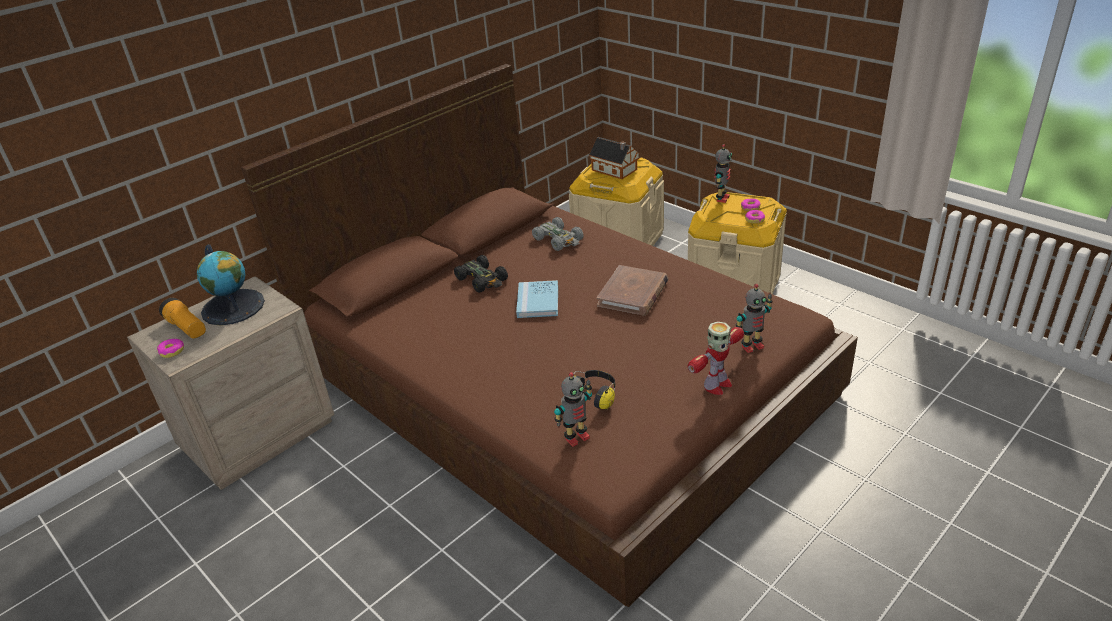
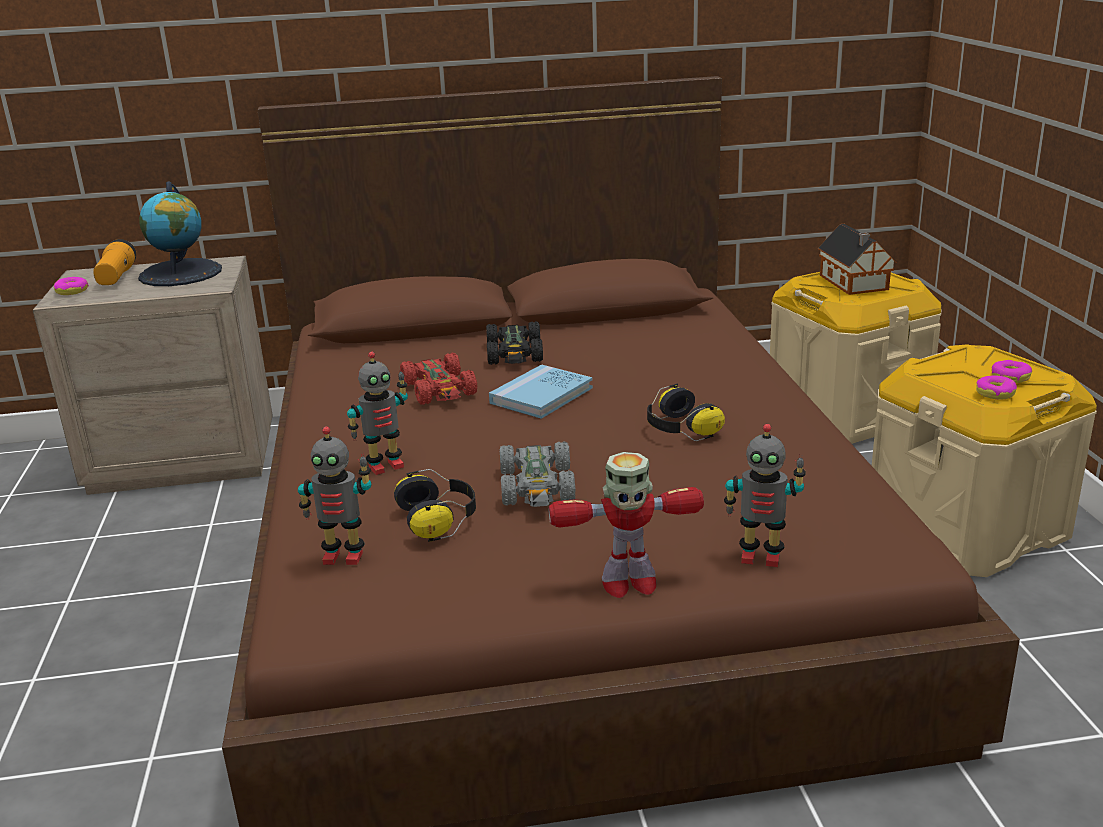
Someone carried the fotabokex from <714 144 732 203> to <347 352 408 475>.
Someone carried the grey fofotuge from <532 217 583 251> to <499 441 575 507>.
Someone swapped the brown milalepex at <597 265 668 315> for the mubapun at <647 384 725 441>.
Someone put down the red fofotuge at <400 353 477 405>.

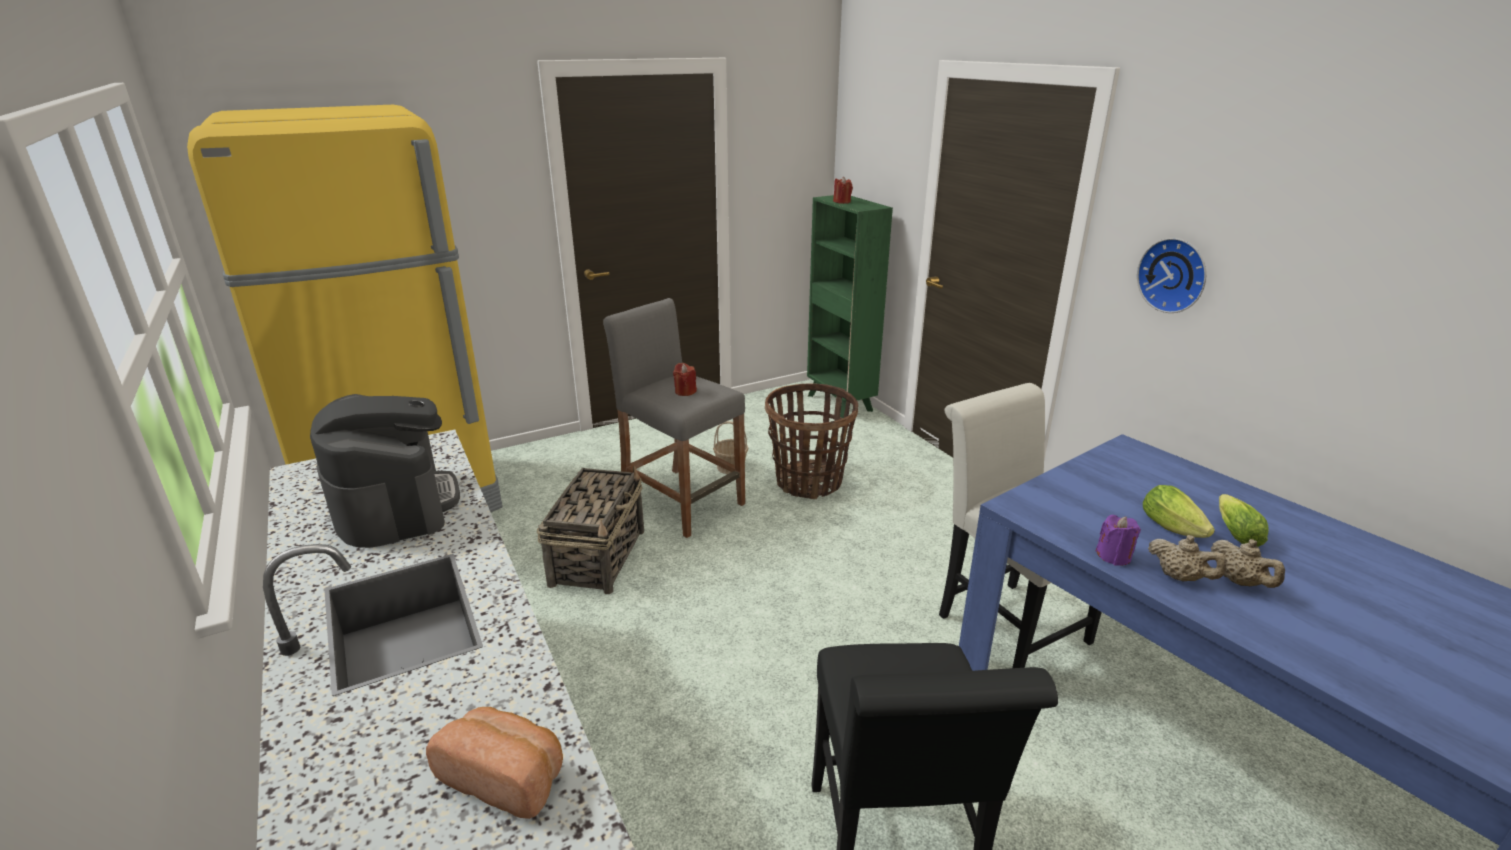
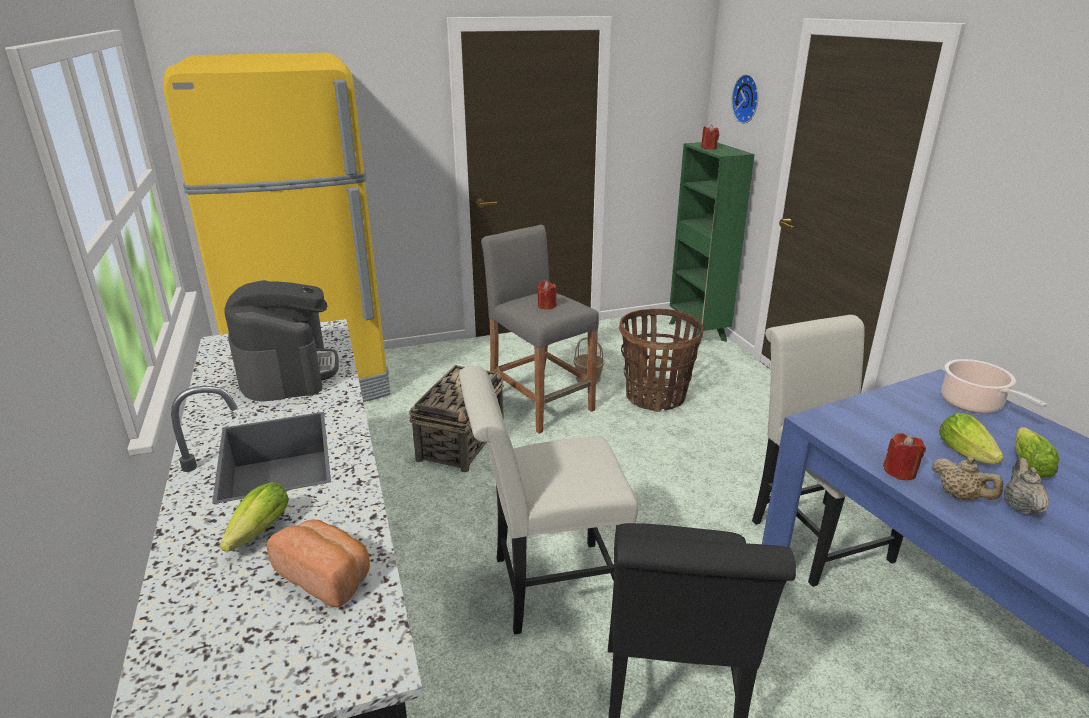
Someone carried the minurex from <1137 238 1207 313> to <731 74 759 124>.
Someone repainted the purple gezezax at <1096 515 1141 566>, which became the red gezezax at <883 433 926 480>.
Someone rotated the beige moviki at <1211 539 1285 588> by 150 degrees counterclockwise.
Someone put down the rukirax at <941 359 1048 413>.
Someone put down the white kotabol at <459 366 638 635>.
Someone put down the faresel at <220 482 289 552>.

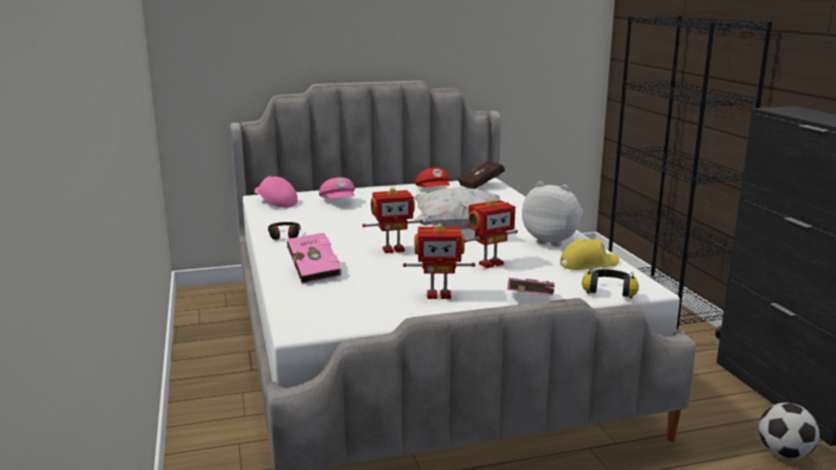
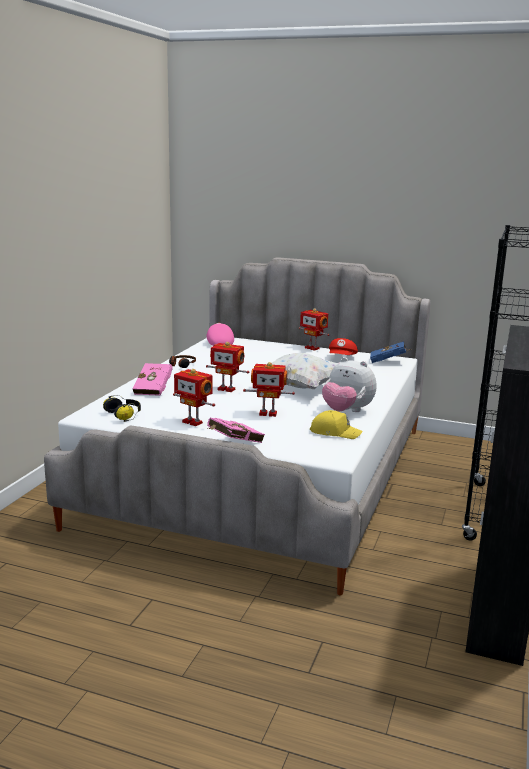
Someone repainted the red milalepex at <458 161 505 189>, which became the blue milalepex at <370 341 411 363>.
Someone took away the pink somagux at <319 177 355 198>.
Someone rotated the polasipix at <522 181 583 247> by 150 degrees clockwise.
Someone carried the mubapun from <582 268 639 299> to <103 395 141 422>.
Someone took away the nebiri at <759 403 820 459>.
Someone put down the fotabokex at <299 308 330 351>.

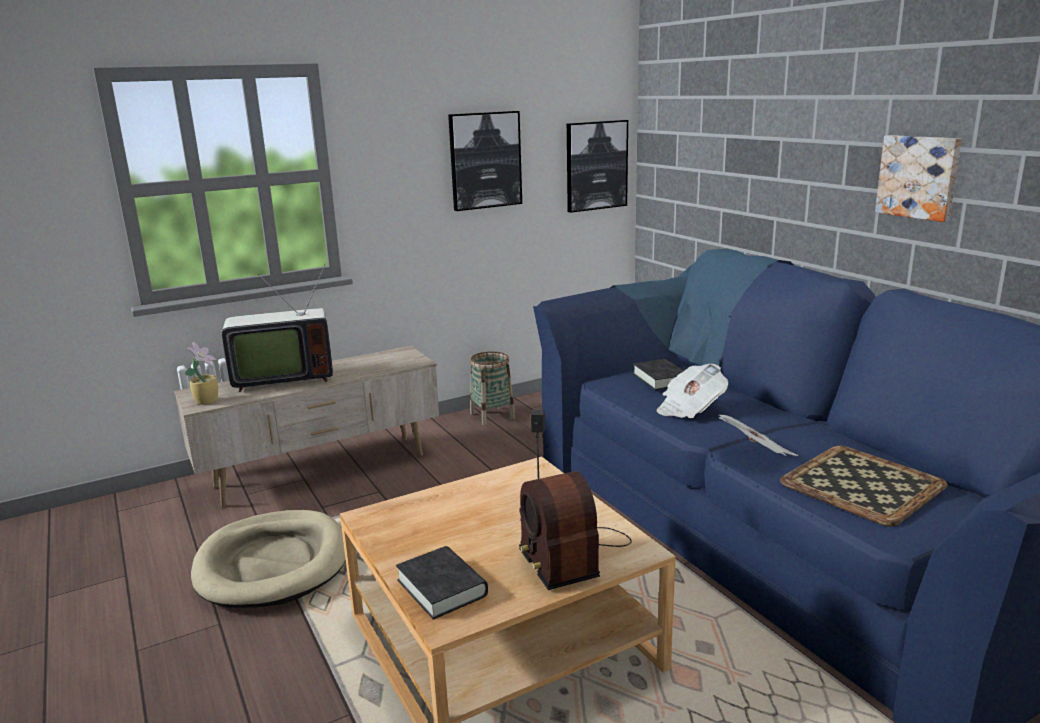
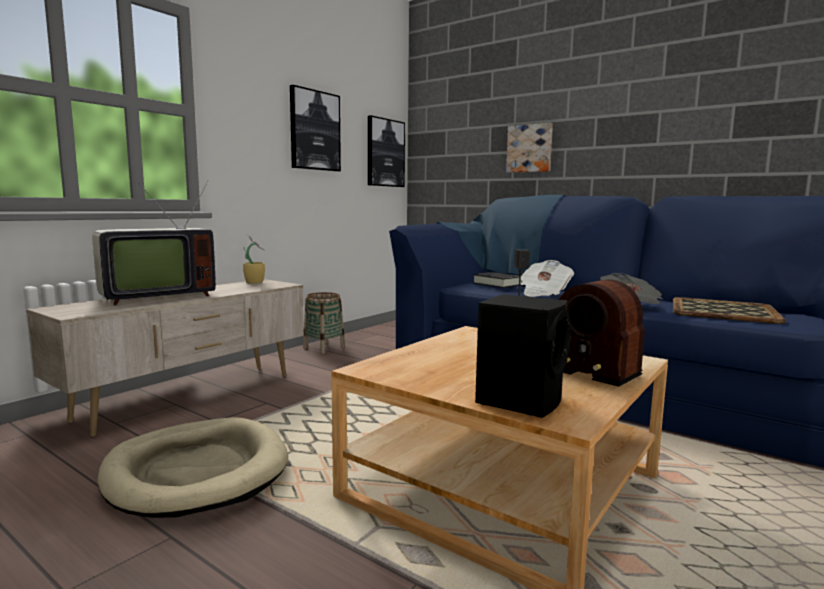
Someone carried the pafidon from <875 135 962 222> to <506 123 553 173>.
Someone carried the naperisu from <184 342 218 405> to <243 234 265 284>.
Someone swapped the black milalepex at <396 546 488 620> for the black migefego at <475 294 571 418>.

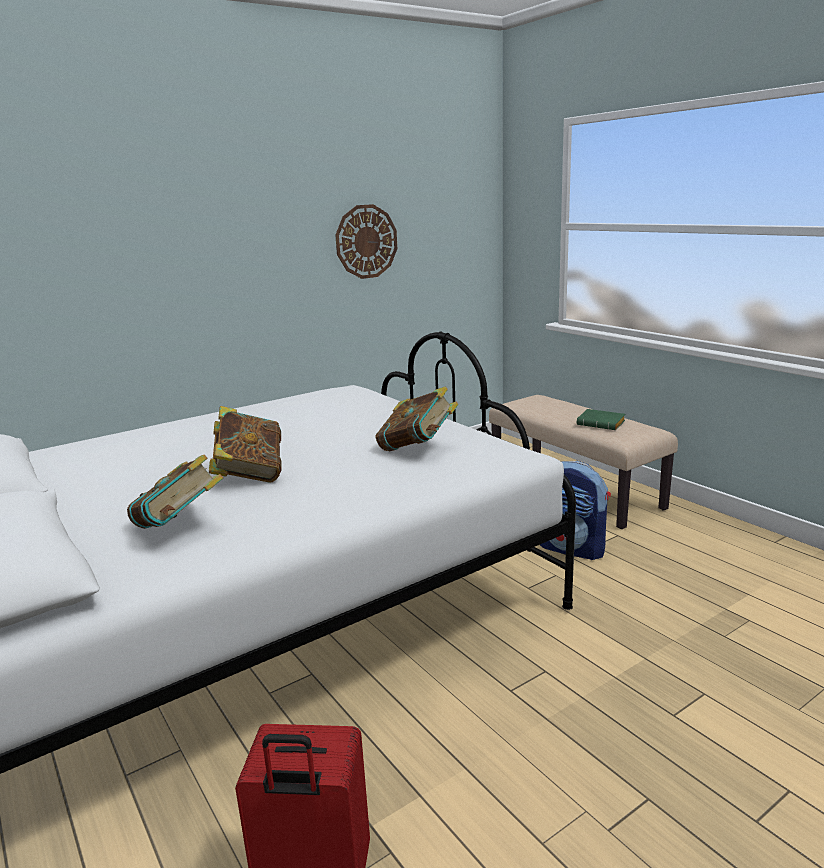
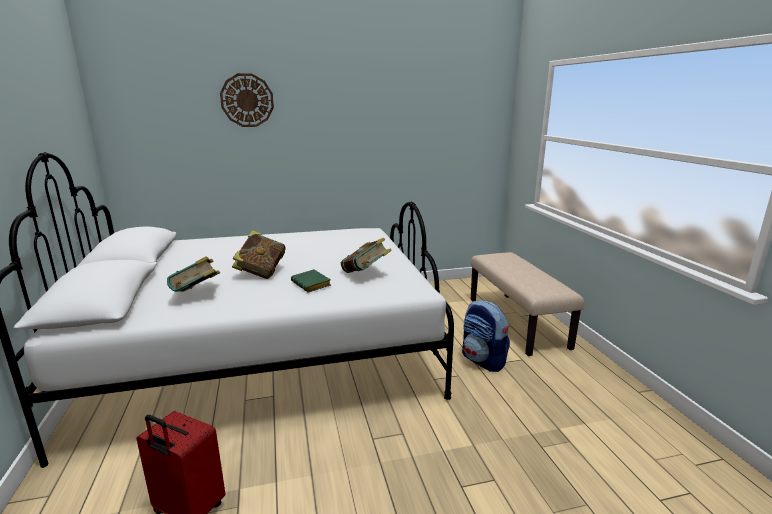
Someone carried the minurex from <335 204 397 279> to <220 73 274 127>.
Someone carried the green milalepex from <577 409 625 430> to <291 269 331 293>.

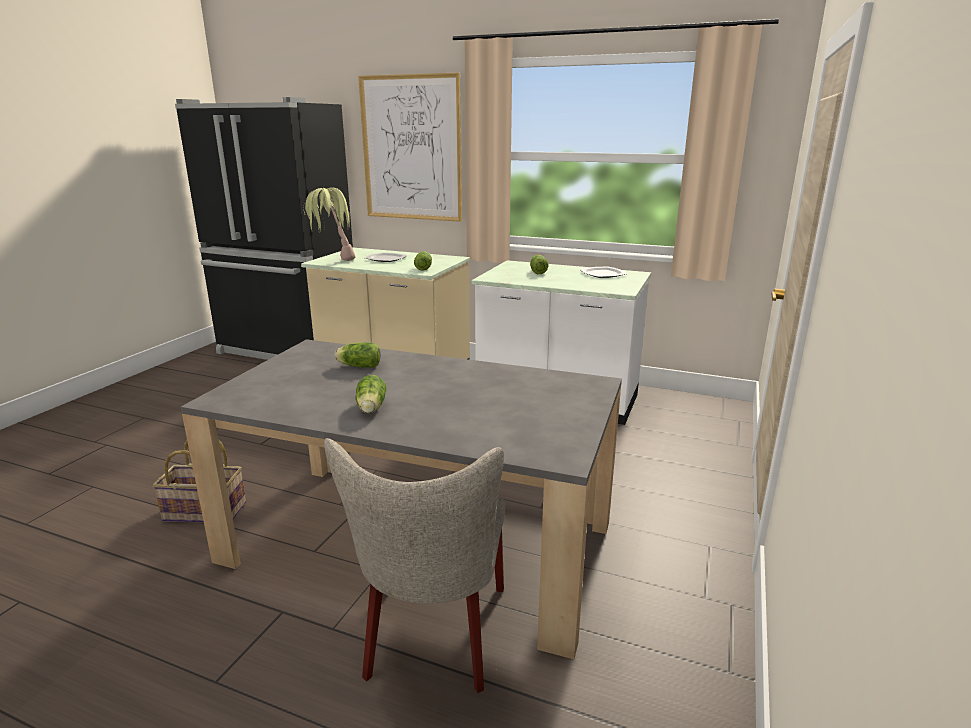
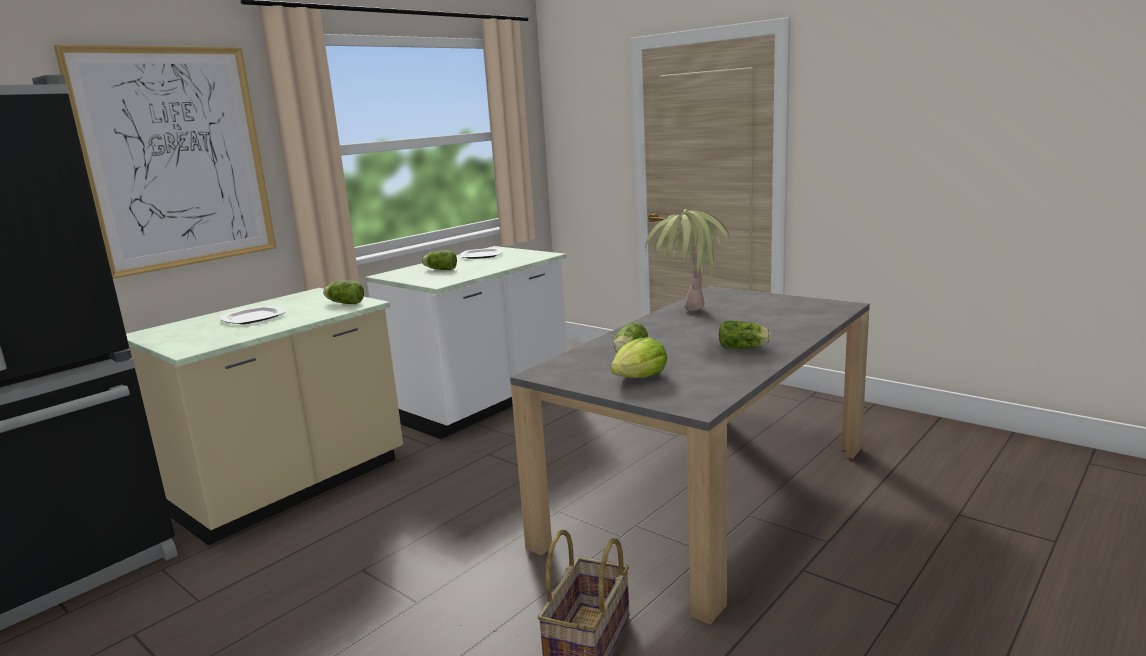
Someone carried the naperisu from <304 187 355 261> to <645 209 730 311>.
Someone took away the beige kotabol at <324 438 505 693>.
Someone put down the faresel at <611 337 667 378>.

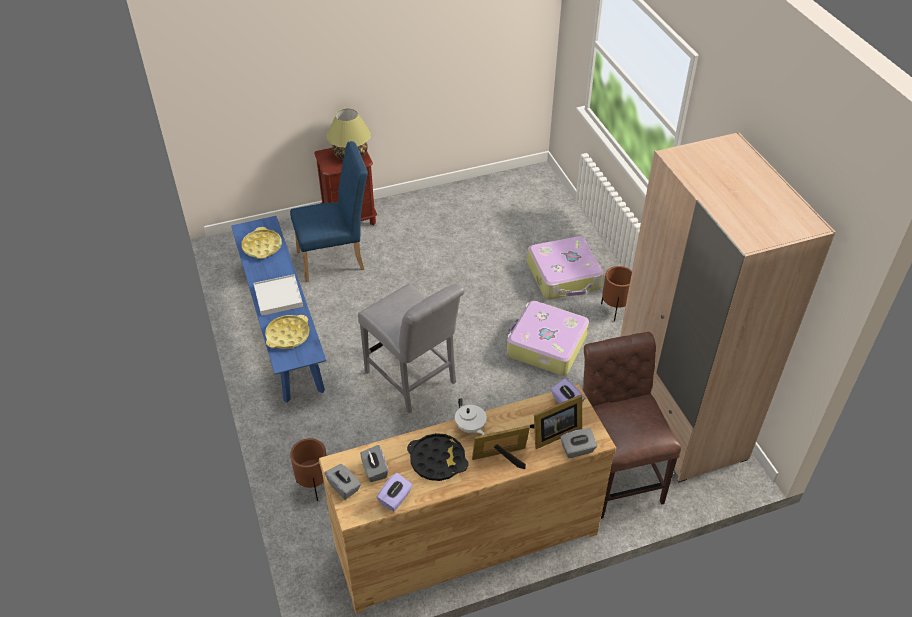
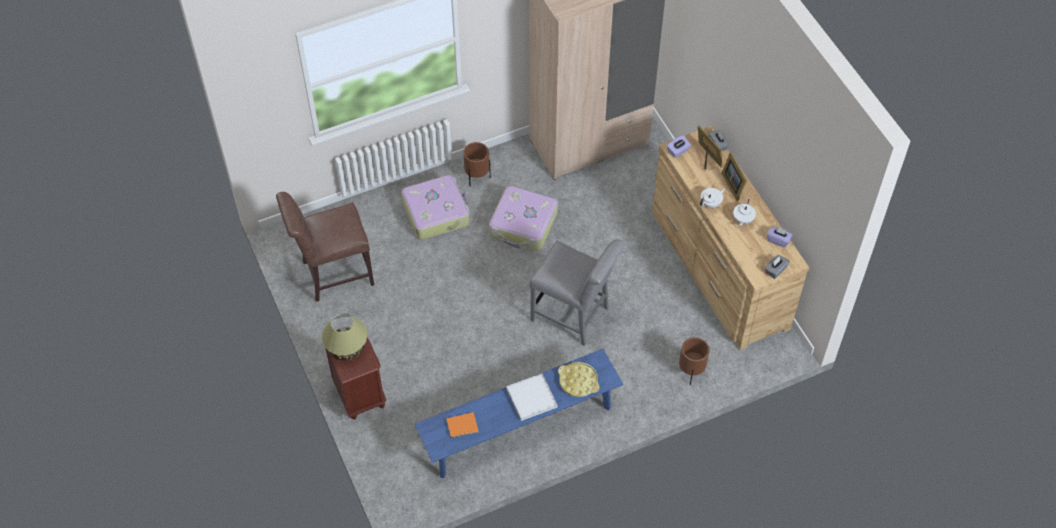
Someone took away the blue kotabol at <290 141 368 282>.
Someone swapped the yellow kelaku at <241 227 282 259> for the orange milalepex at <446 412 478 438>.
Someone rotated the grey kotabol at <358 283 465 413> by 75 degrees clockwise.
Someone carried the brown kotabol from <583 332 682 519> to <276 192 374 302>.
Someone swapped the black kelaku at <407 433 469 481> for the white moviki at <733 199 756 226>.
Someone took away the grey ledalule at <360 445 388 482>.

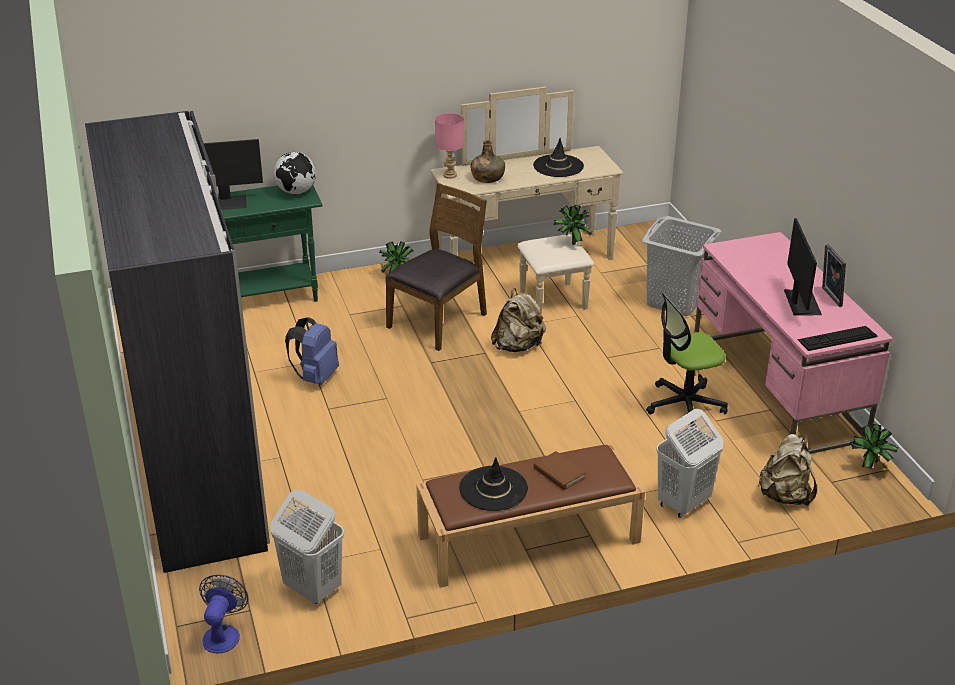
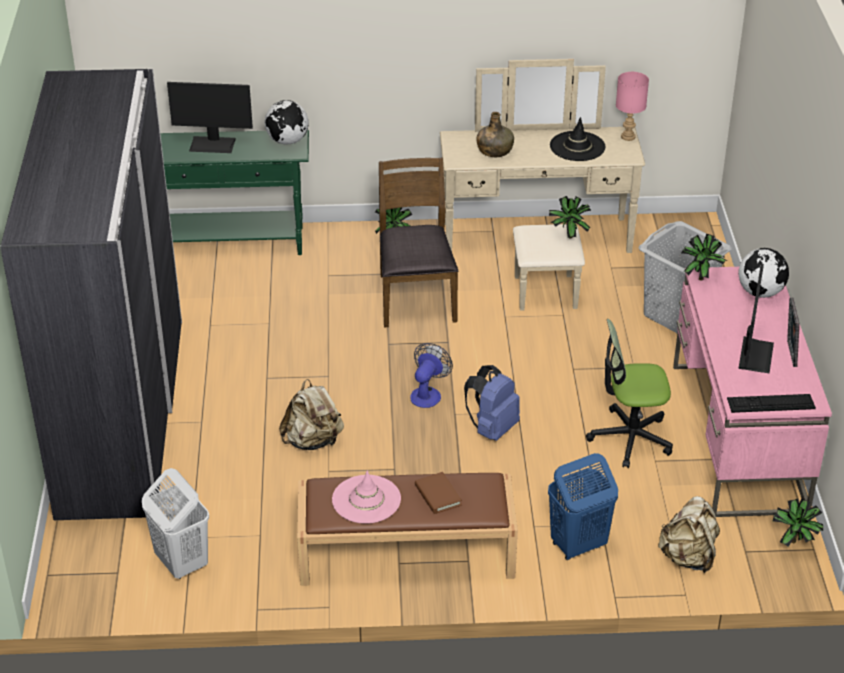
Someone carried the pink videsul from <435 113 464 179> to <616 72 649 141>.
Someone rotated the brown kotabol at <385 183 487 351> by 60 degrees counterclockwise.
Someone carried the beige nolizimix from <491 288 546 352> to <279 379 344 450>.
Someone carried the blue nolizimix from <285 317 339 385> to <464 365 520 441>.
Someone repainted the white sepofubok at <656 409 723 518>, which became the blue sepofubok at <548 453 618 560>.
Someone repainted the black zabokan at <459 457 528 511>, which became the pink zabokan at <332 470 401 524>.
Someone carried the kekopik from <199 575 248 654> to <410 343 453 408>.
Someone put down the naperisu at <681 234 727 280>.
Someone put down the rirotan at <738 248 789 298>.

